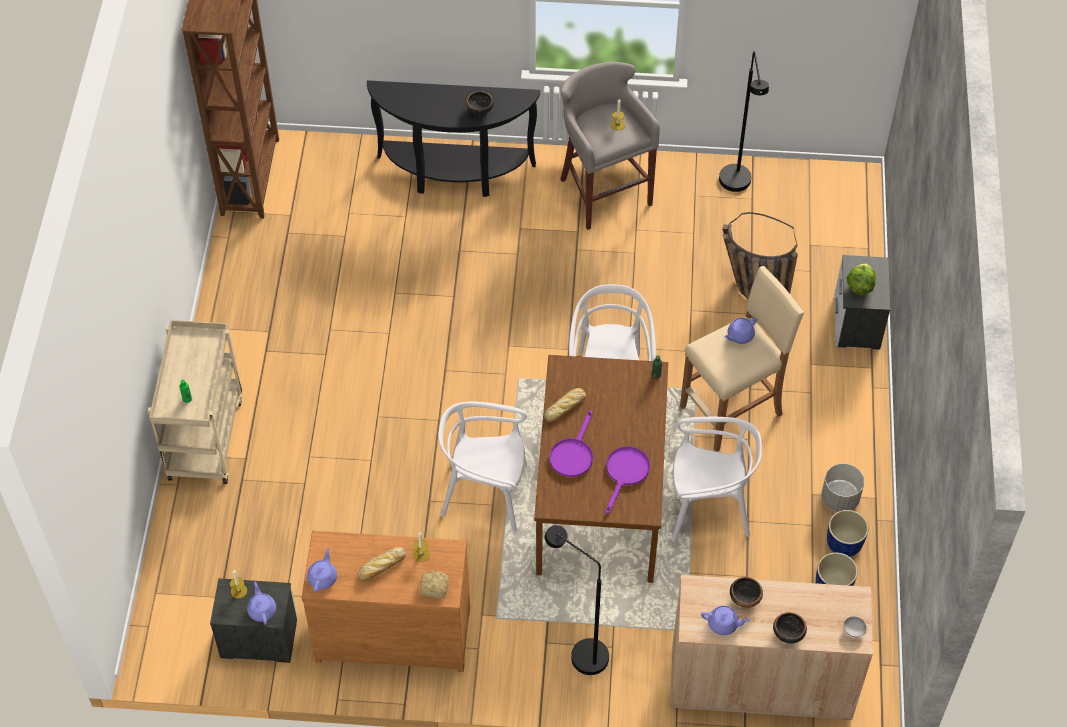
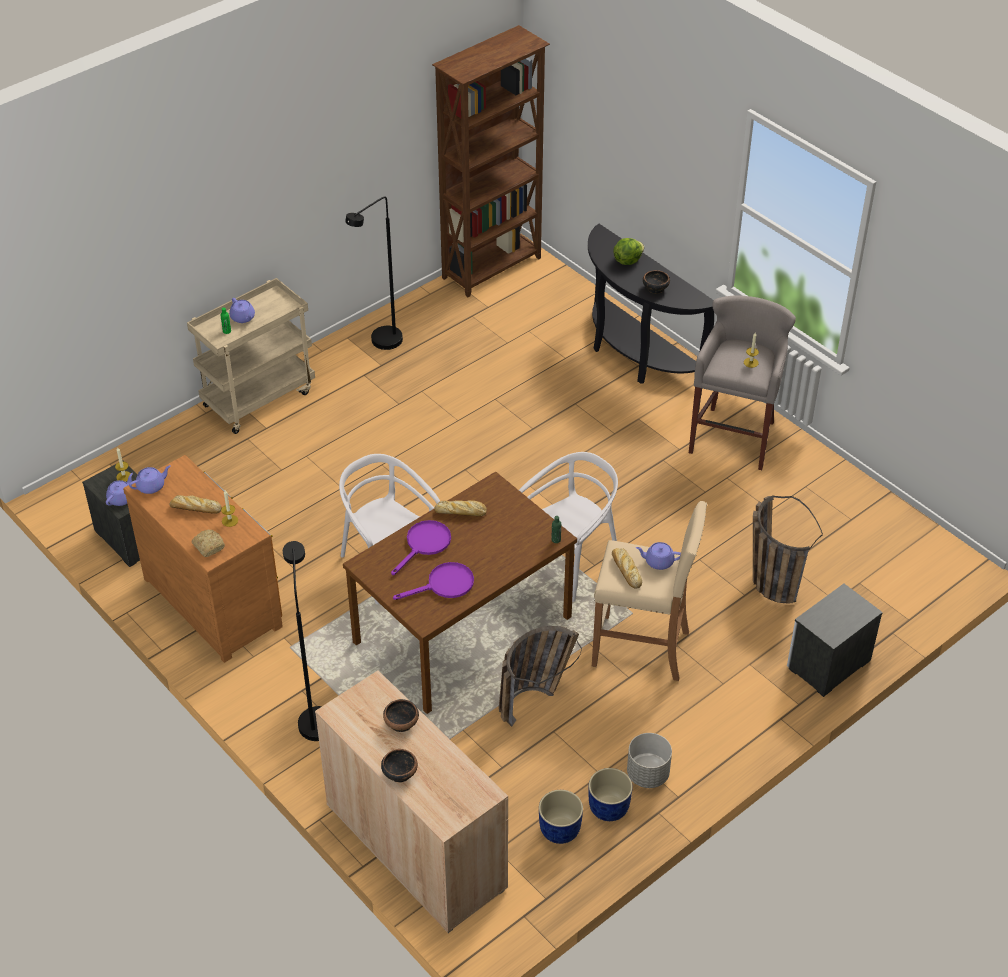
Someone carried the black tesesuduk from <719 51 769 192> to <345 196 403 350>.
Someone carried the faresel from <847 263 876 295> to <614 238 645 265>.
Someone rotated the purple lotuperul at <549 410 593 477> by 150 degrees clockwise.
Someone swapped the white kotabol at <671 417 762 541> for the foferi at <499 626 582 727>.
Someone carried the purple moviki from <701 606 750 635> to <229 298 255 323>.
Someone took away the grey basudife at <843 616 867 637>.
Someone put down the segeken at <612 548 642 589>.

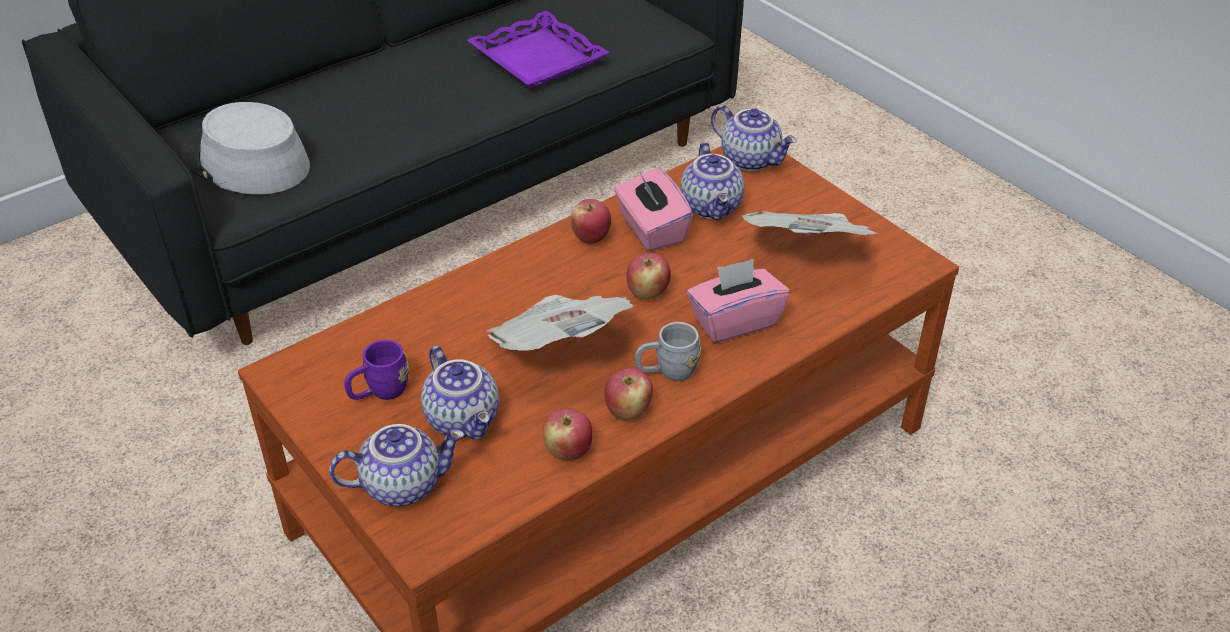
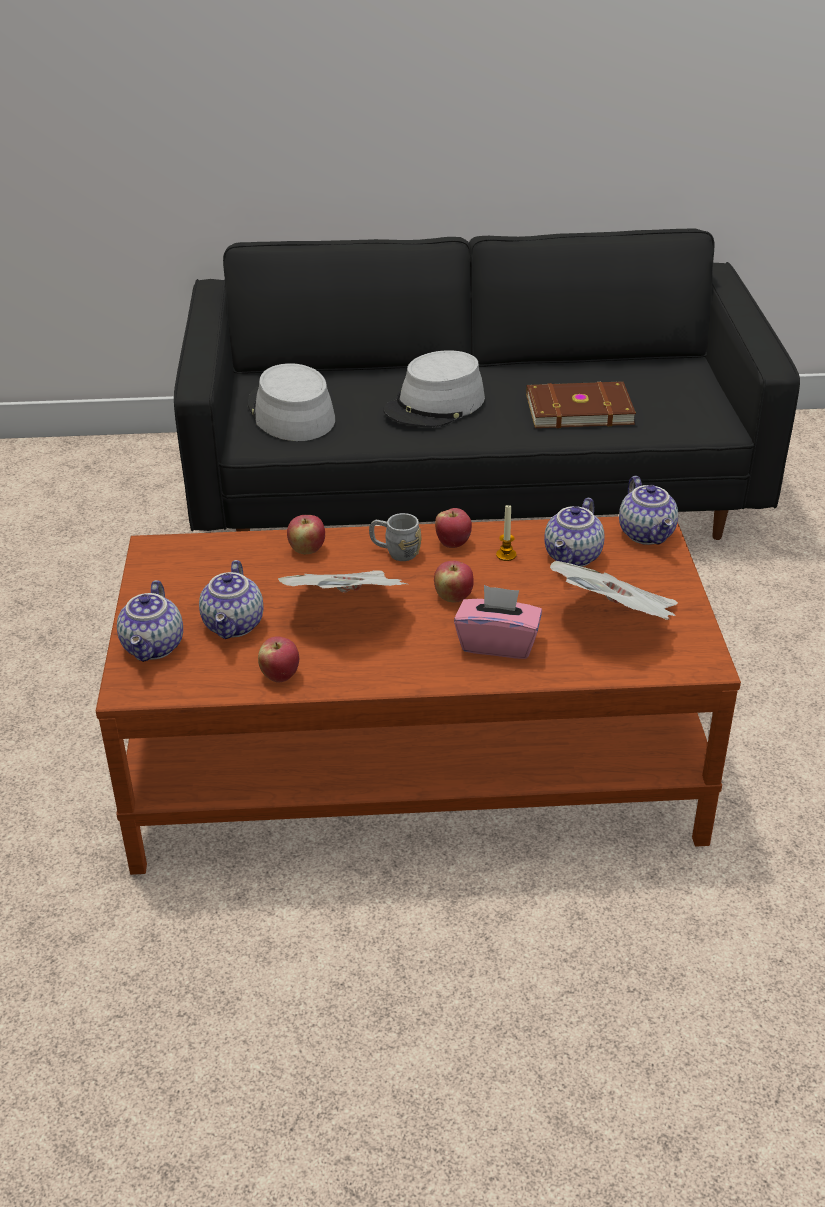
Someone swapped the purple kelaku at <467 11 610 88> for the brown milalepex at <526 381 636 428>.
Someone swapped the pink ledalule at <614 168 693 251> for the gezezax at <496 505 516 561>.
Someone carried the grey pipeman from <635 322 701 381> to <369 513 421 561>.
Someone took away the purple pipeman at <344 340 409 400>.
Someone carried the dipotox from <605 368 653 420> to <287 515 325 554>.
Someone rotated the moviki at <329 424 465 506> by 75 degrees clockwise.
Someone put down the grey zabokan at <384 350 485 428>.

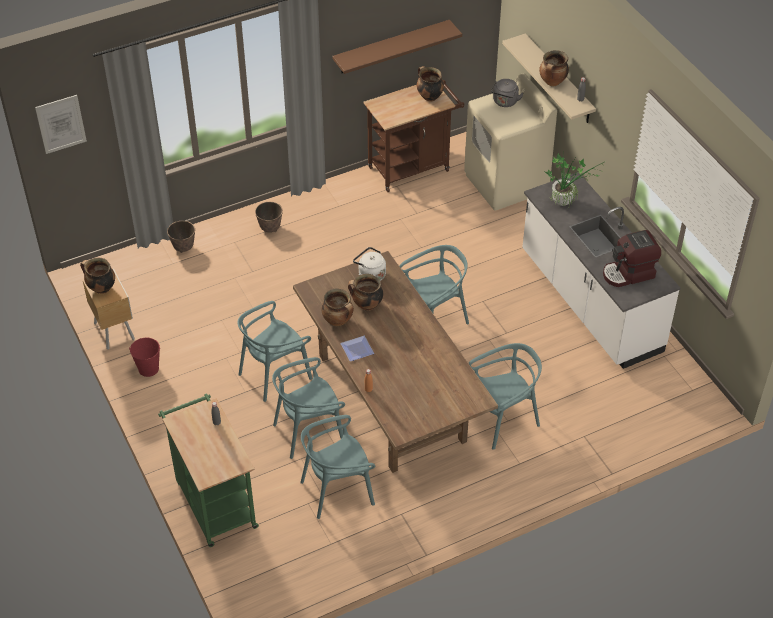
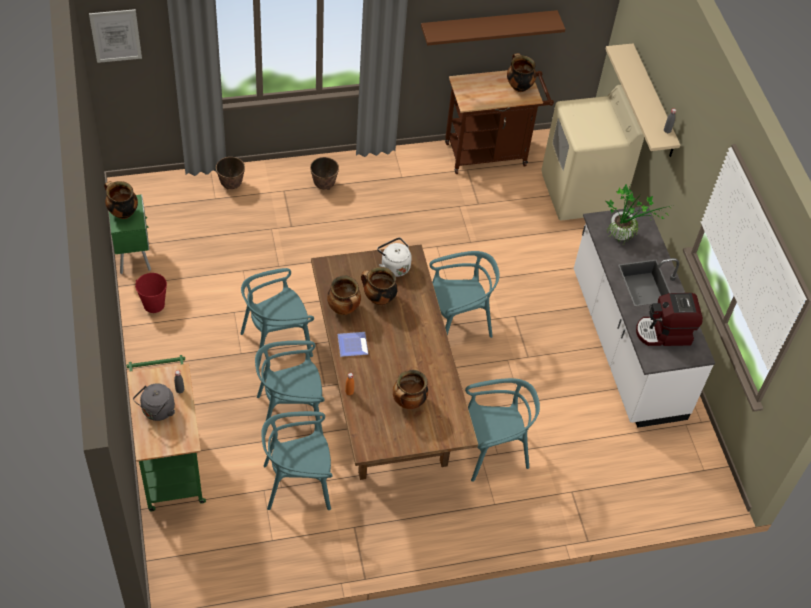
Someone carried the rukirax from <539 50 569 86> to <393 370 428 409>.
Someone carried the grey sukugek from <491 79 524 107> to <133 383 175 421>.
Someone repainted the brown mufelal at <82 269 135 350>, which became the green mufelal at <109 195 151 274>.

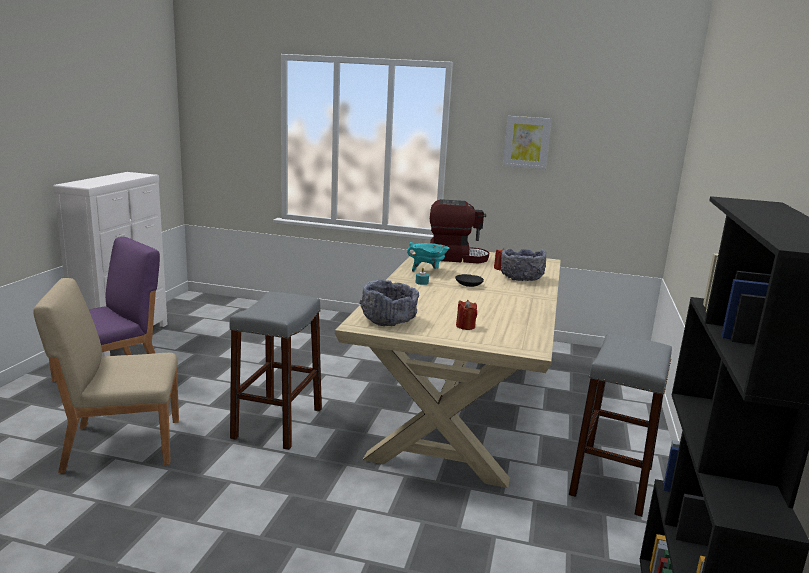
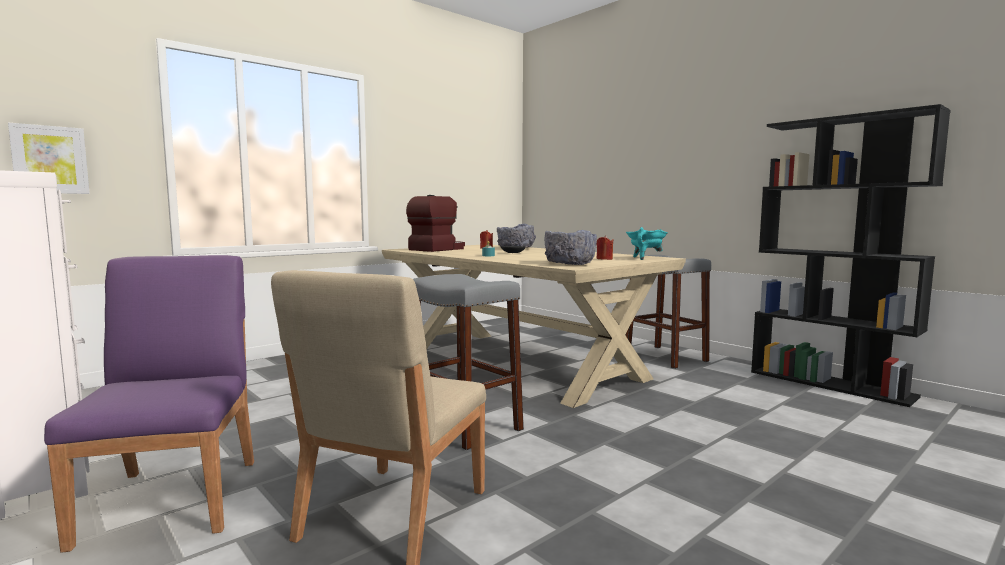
Someone carried the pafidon from <503 116 552 169> to <8 123 90 194>.
Someone carried the turquoise rukirax from <407 242 449 272> to <626 227 668 260>.

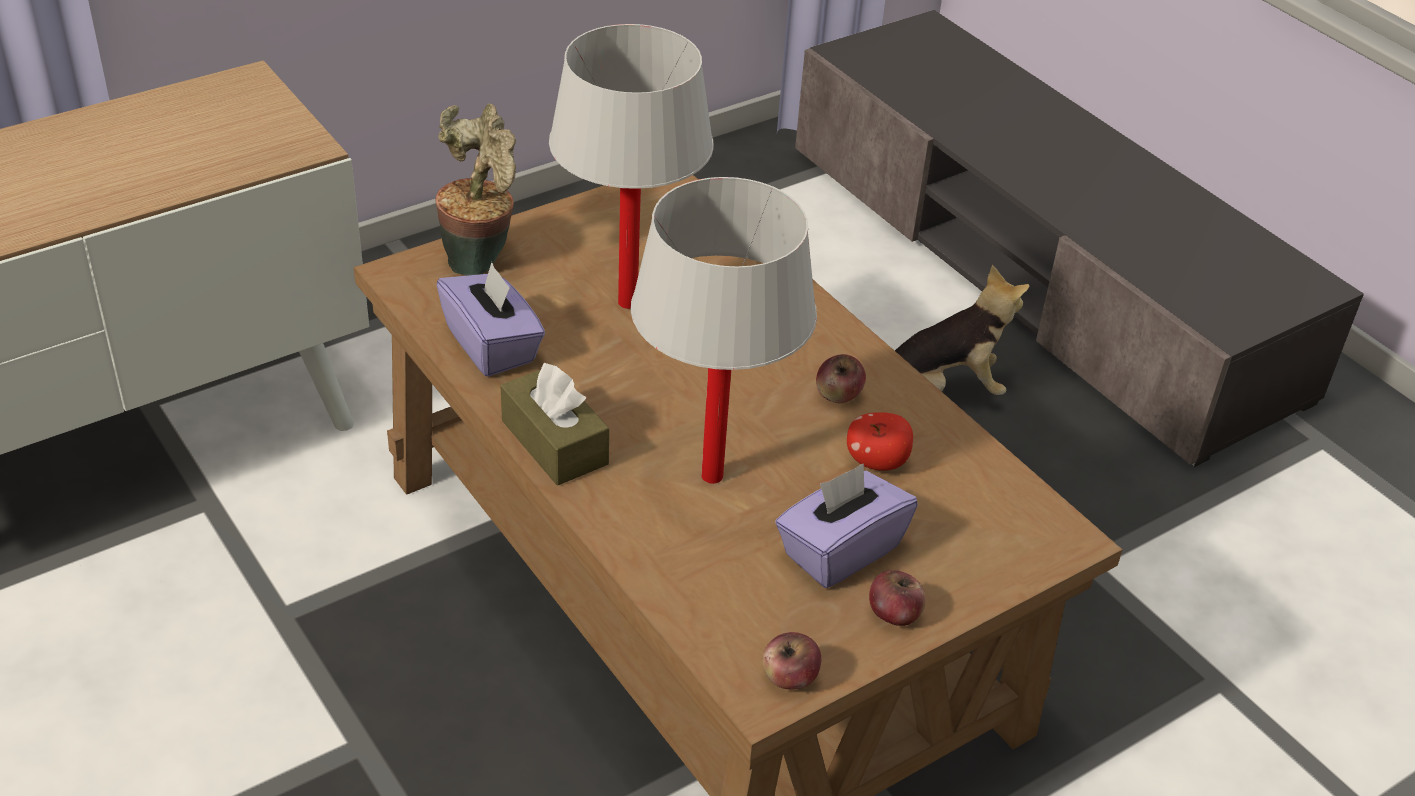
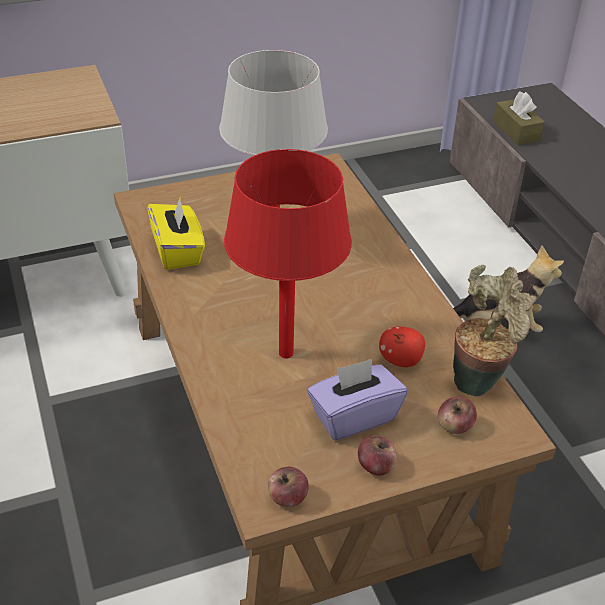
Someone carried the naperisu from <435 104 516 276> to <453 265 533 396>.
Someone repainted the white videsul at <631 177 817 484>, which became the red videsul at <224 149 352 359>.
Someone repainted the purple ledalule at <436 262 545 377>, which became the yellow ledalule at <148 198 205 270>.
Someone carried the dipotox from <816 354 866 403> to <438 396 477 434>.
Someone carried the brown ledalule from <501 363 609 486> to <493 92 545 145>.

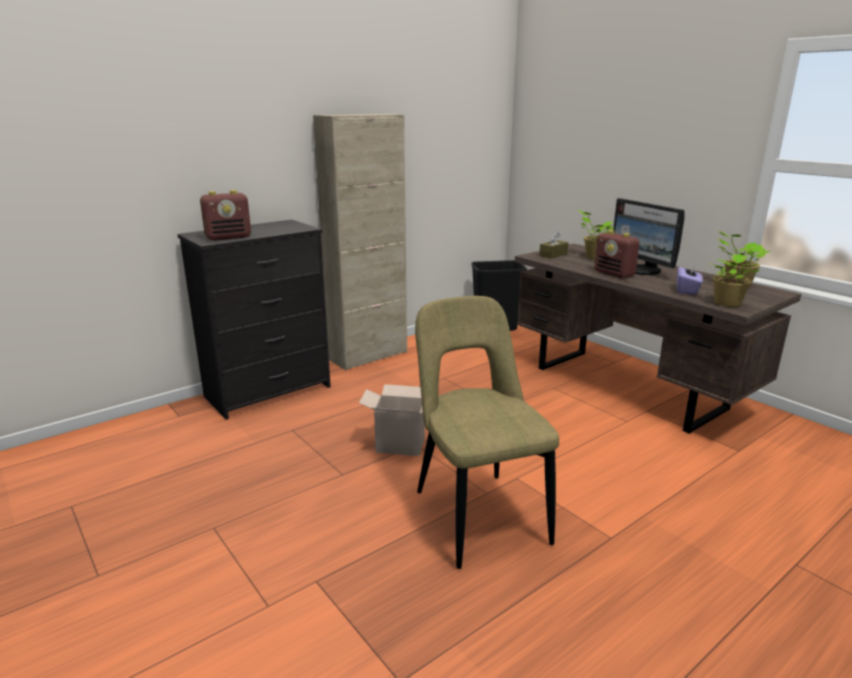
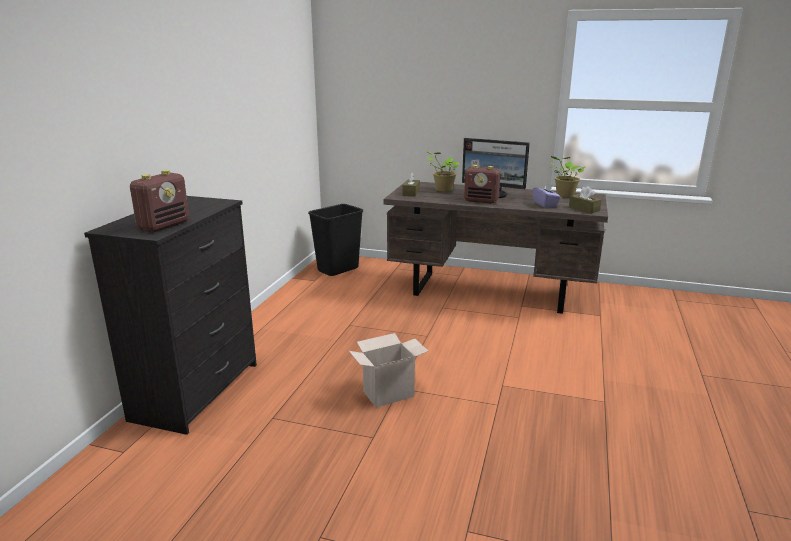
Someone took away the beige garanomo at <313 114 407 371>.
Someone swapped the naperisu at <709 244 770 307> for the brown ledalule at <569 186 601 213>.
Someone took away the beige kotabol at <415 296 559 569>.

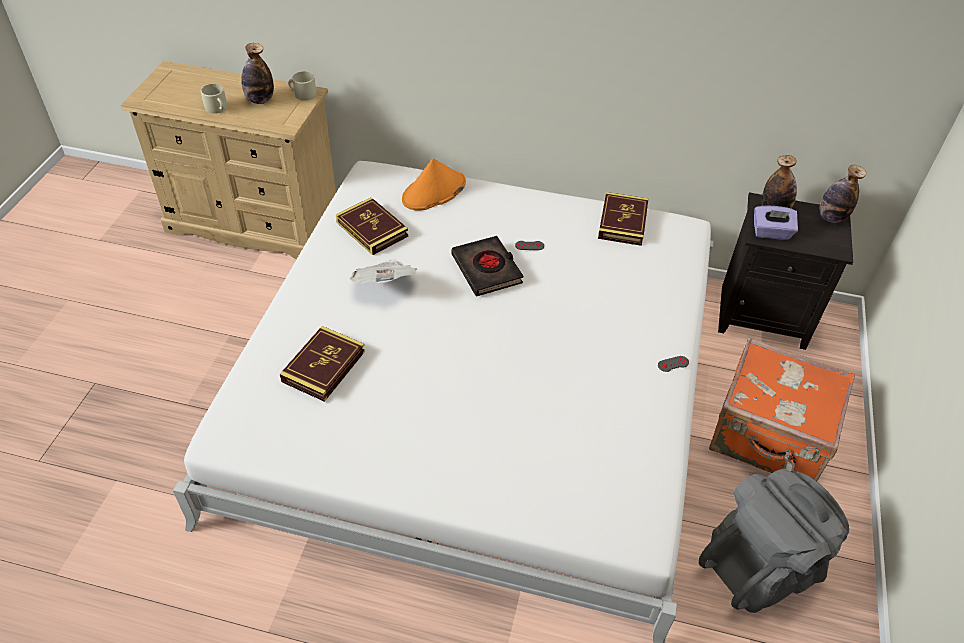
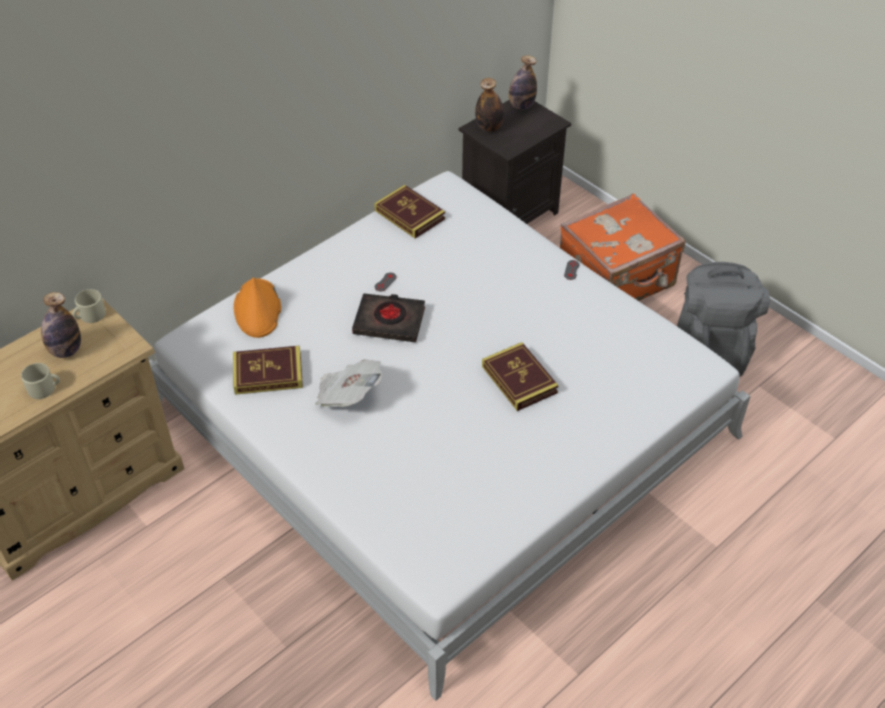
Someone took away the purple ledalule at <754 206 798 240>.
Someone carried the milalepex from <280 326 365 402> to <482 342 559 411>.

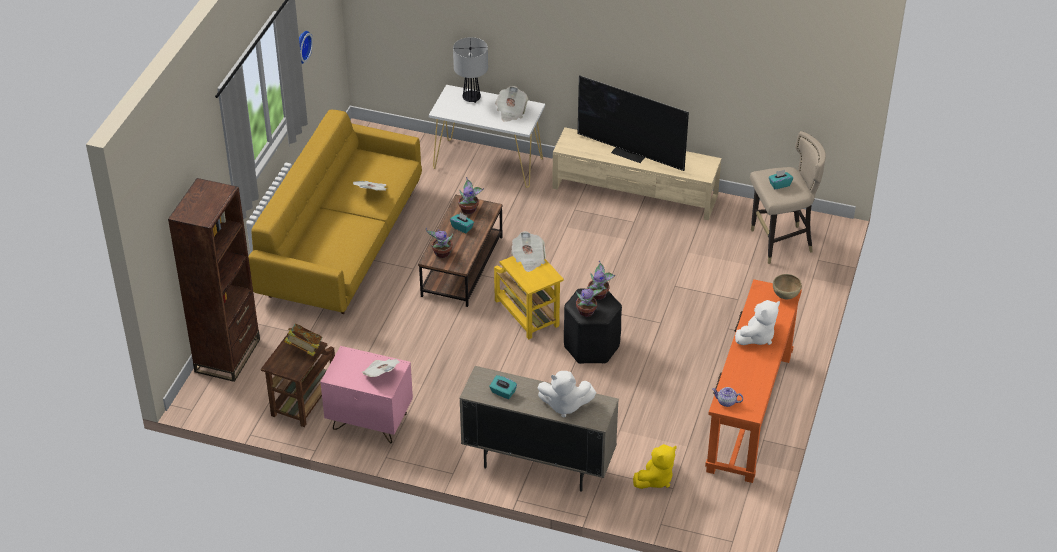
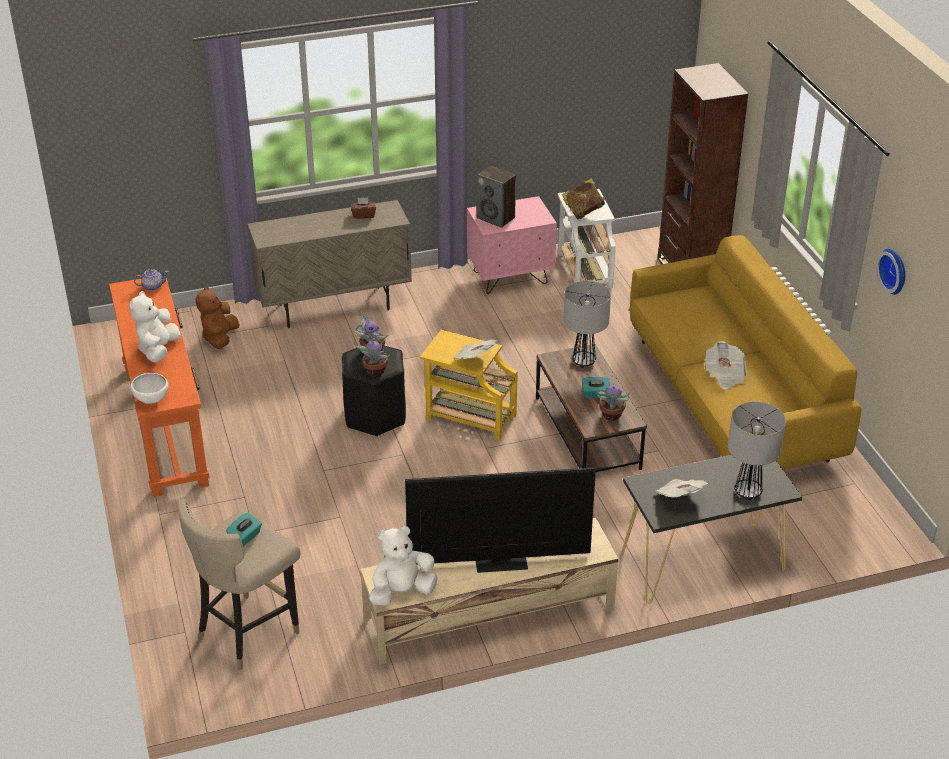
Someone repainted the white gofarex at <429 85 545 188>, which became the black gofarex at <621 455 802 604>.
Someone swapped the naperisu at <426 228 453 258> for the videsul at <563 281 611 368>.
Someone repainted the brown basudife at <773 274 802 299>, which became the white basudife at <131 373 168 404>.
Someone repainted the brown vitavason at <261 334 335 427>, which became the white vitavason at <557 189 616 288>.
Someone swapped the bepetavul at <361 359 400 377> for the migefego at <476 166 516 228>.
Someone carried the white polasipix from <538 371 596 418> to <369 526 438 605>.
Someone repainted the turquoise ledalule at <489 375 517 399>, which became the brown ledalule at <351 198 376 219>.
Someone repainted the yellow polasipix at <633 444 677 489>, which became the brown polasipix at <195 286 240 349>.

